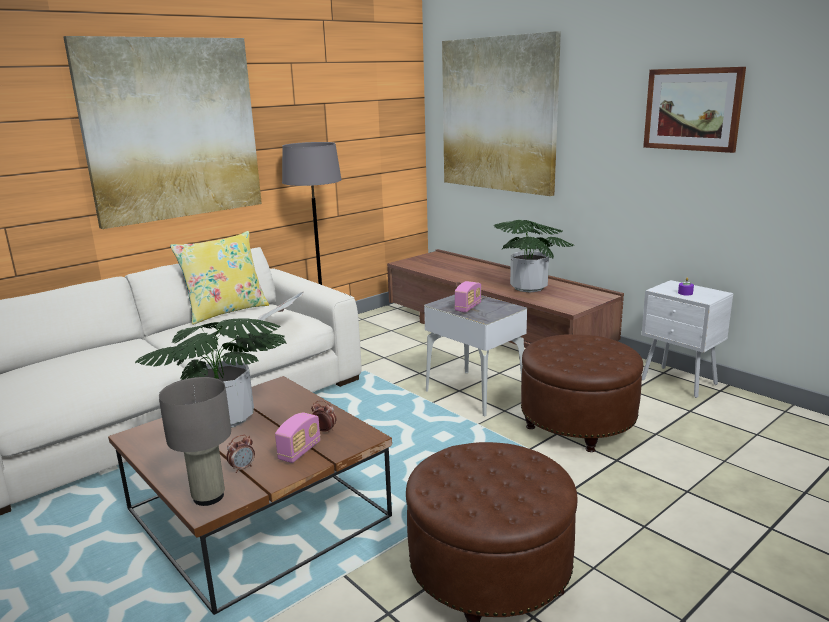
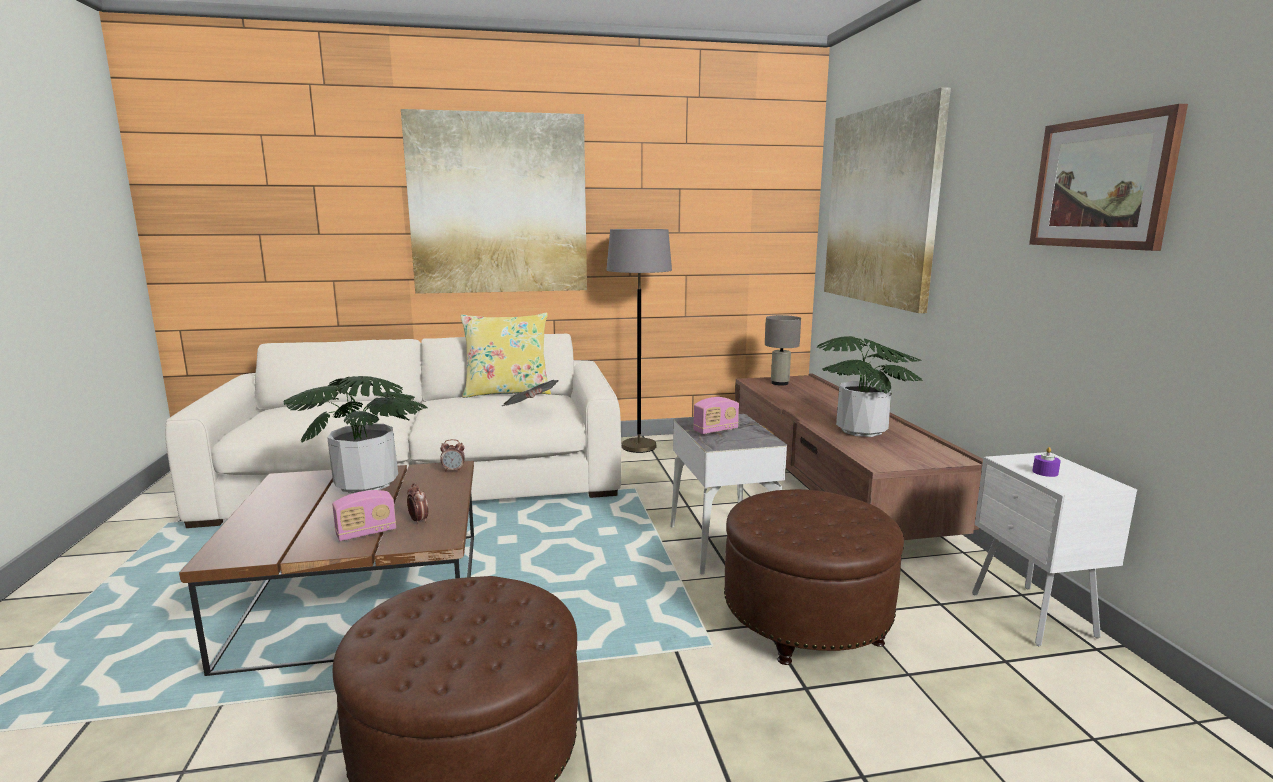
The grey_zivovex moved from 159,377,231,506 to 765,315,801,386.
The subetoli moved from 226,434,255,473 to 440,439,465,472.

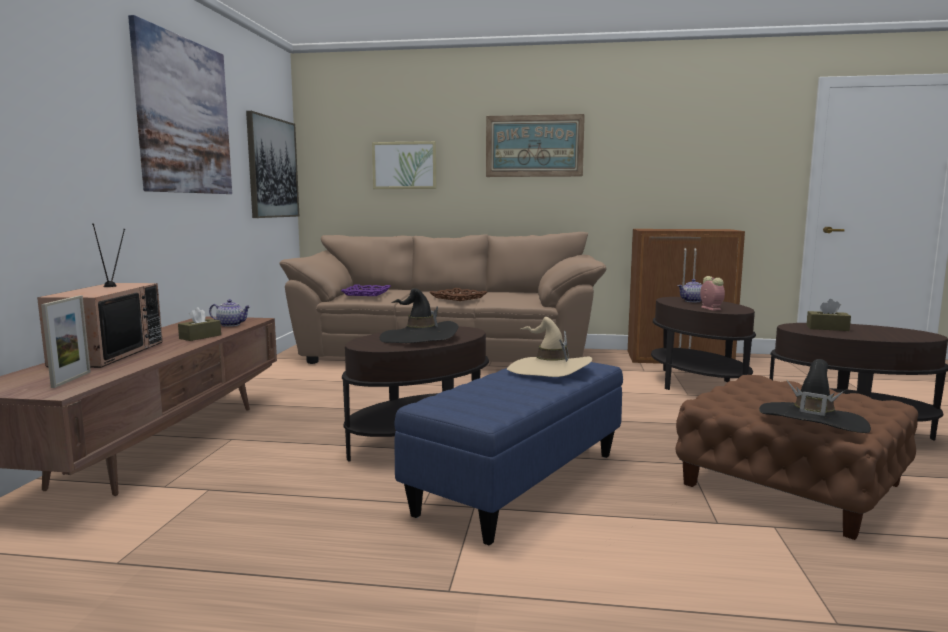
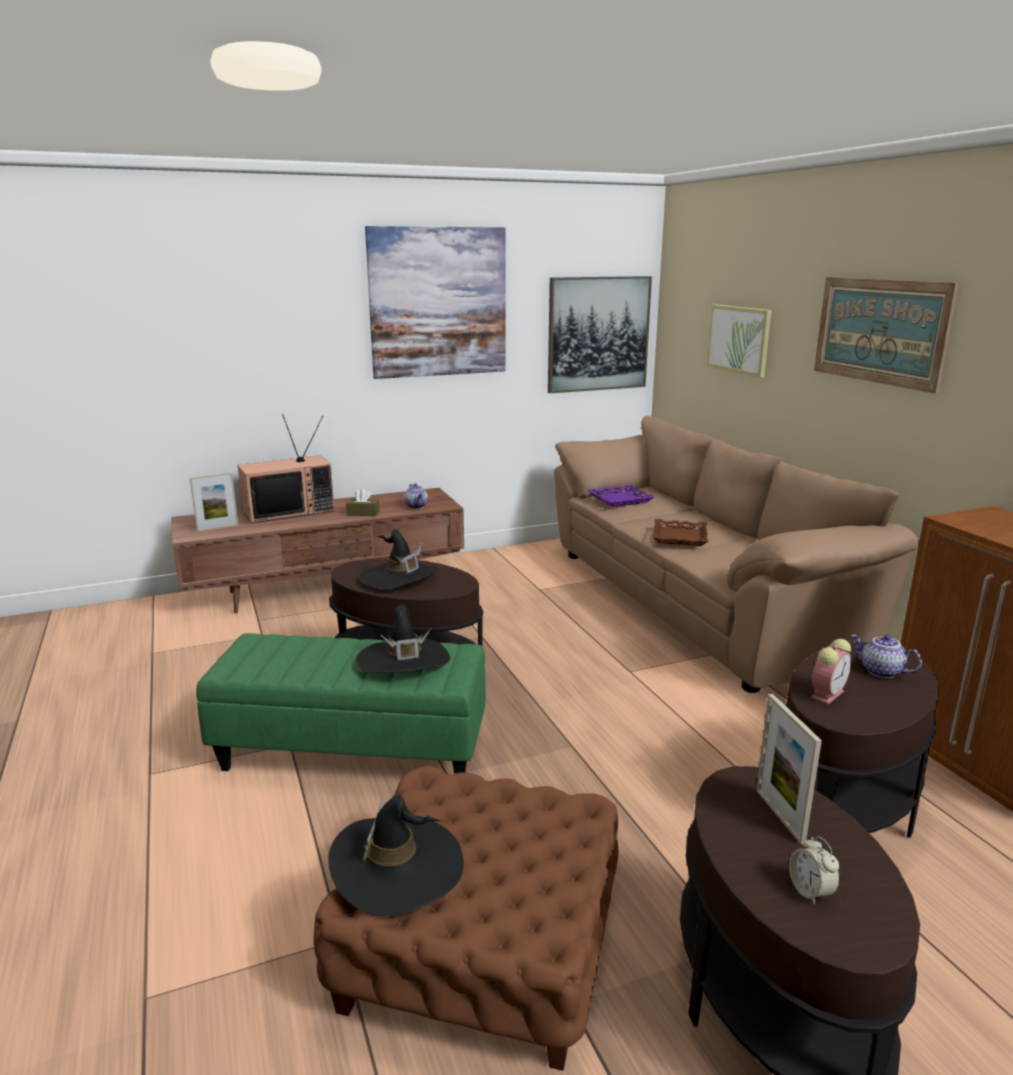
The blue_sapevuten at 394,358,623,545 became the green_sapevuten at 196,633,486,774.
The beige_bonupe at 507,317,592,377 became the black_bonupe at 356,605,450,673.
The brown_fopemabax at 806,299,851,331 was replaced by the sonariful at 756,694,822,844.
The subetoli at 789,836,840,905 appeared.

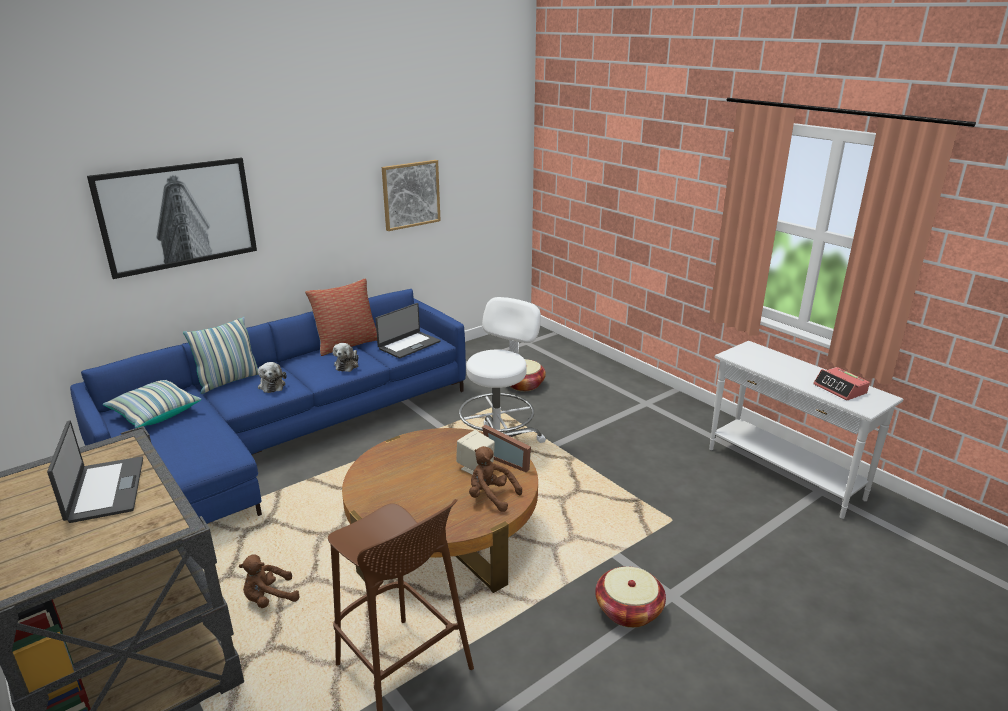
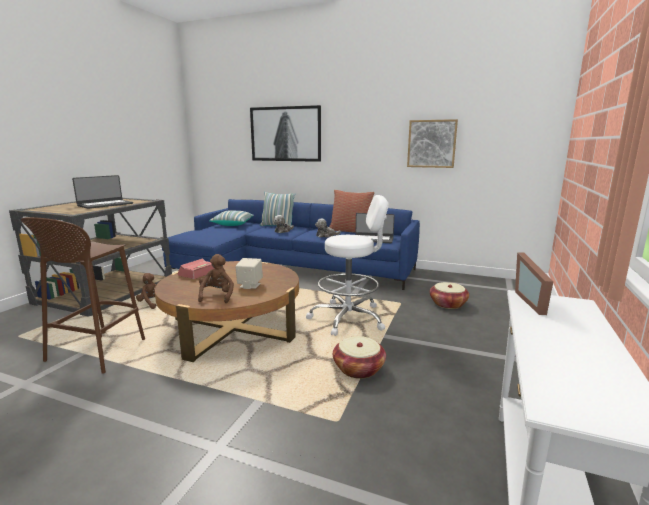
The sonariful moved from 482,424,531,472 to 515,252,553,315.
The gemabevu moved from 595,566,666,628 to 333,336,386,379.
The subetoli moved from 813,367,870,400 to 178,258,214,279.

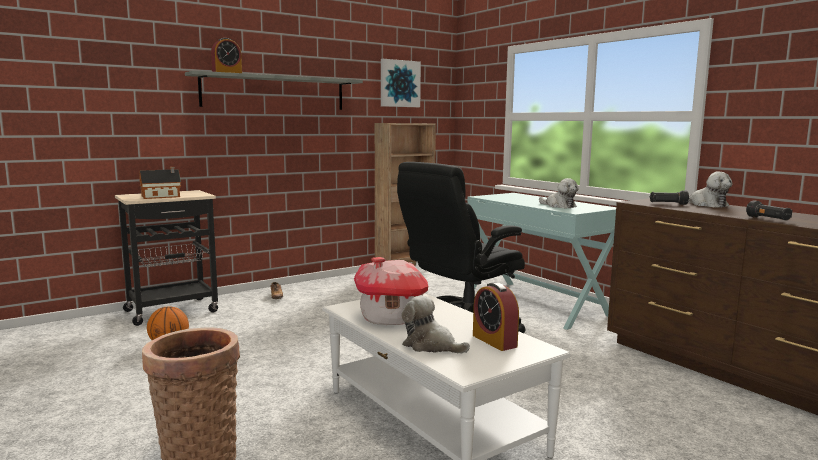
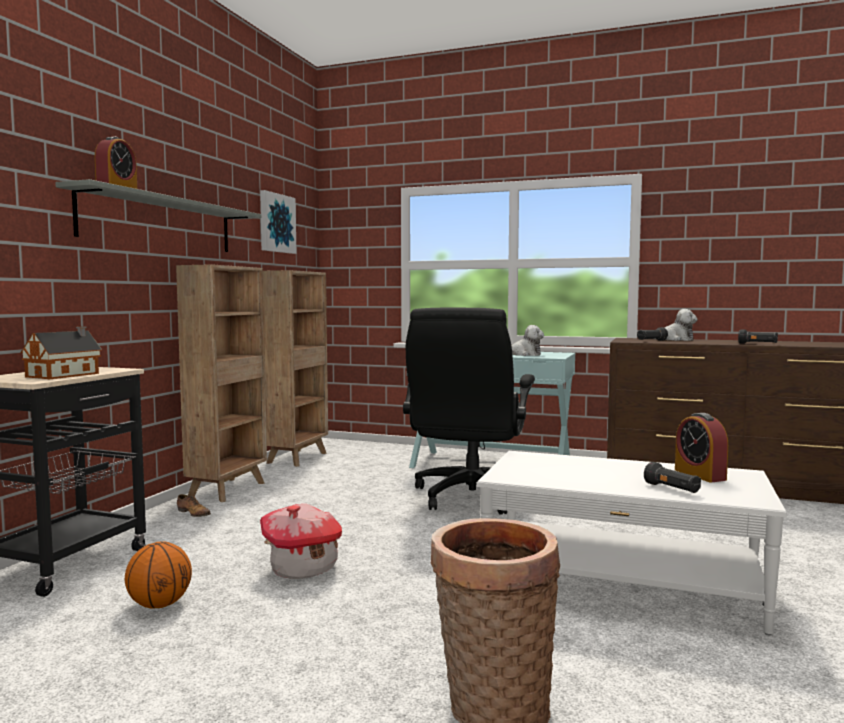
The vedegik moved from 354,257,428,325 to 260,504,342,579.
The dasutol at 402,295,470,353 was replaced by the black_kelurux at 644,462,701,493.
The subetoli at 473,282,519,351 turned 45 degrees clockwise.
The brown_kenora at 176,264,267,502 appeared.

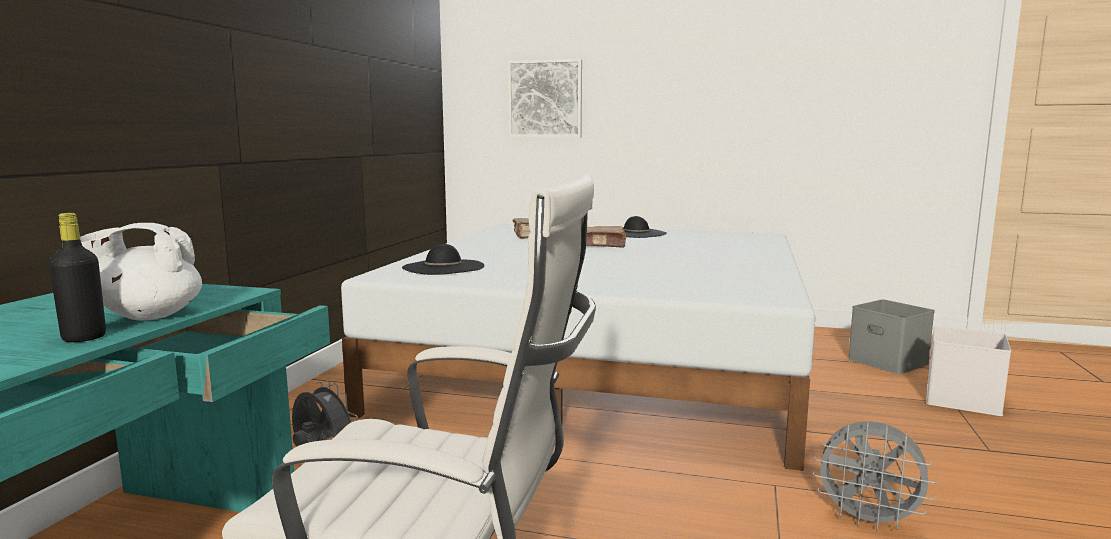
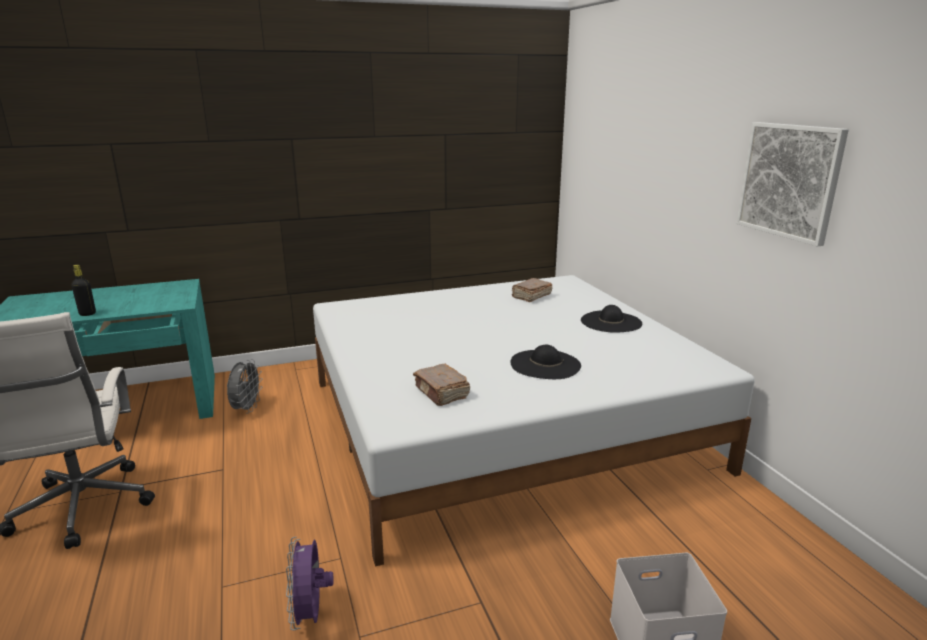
The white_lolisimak at 80,223,202,321 disappeared.
The black_bonupe moved from 402,244,484,275 to 510,345,581,379.
The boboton moved from 508,59,582,137 to 736,122,849,246.
The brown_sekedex moved from 586,226,626,247 to 413,364,470,406.
The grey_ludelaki at 813,421,937,531 became the purple_ludelaki at 286,537,334,630.
The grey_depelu at 848,299,935,374 disappeared.

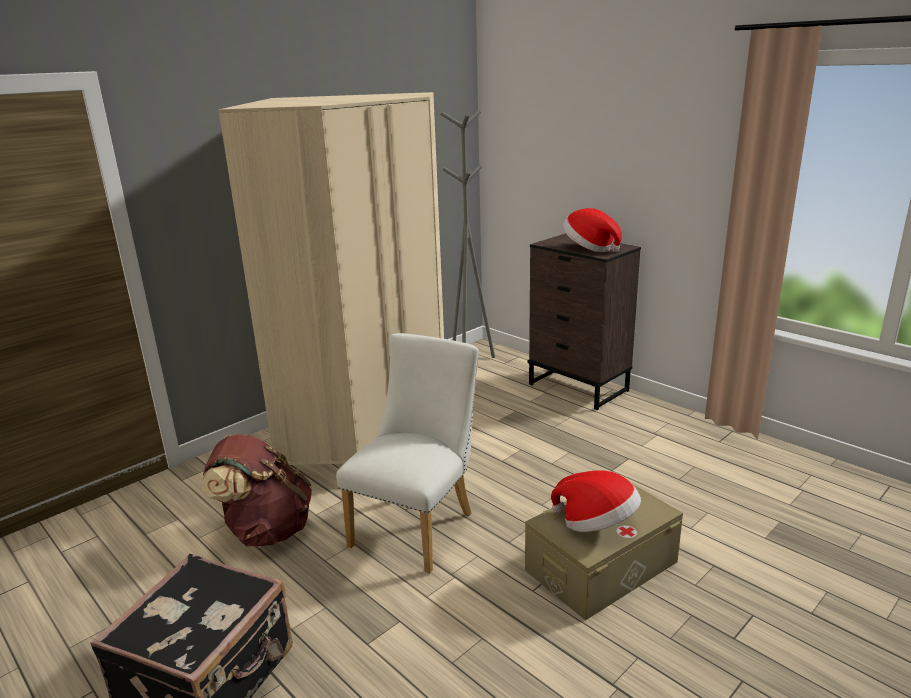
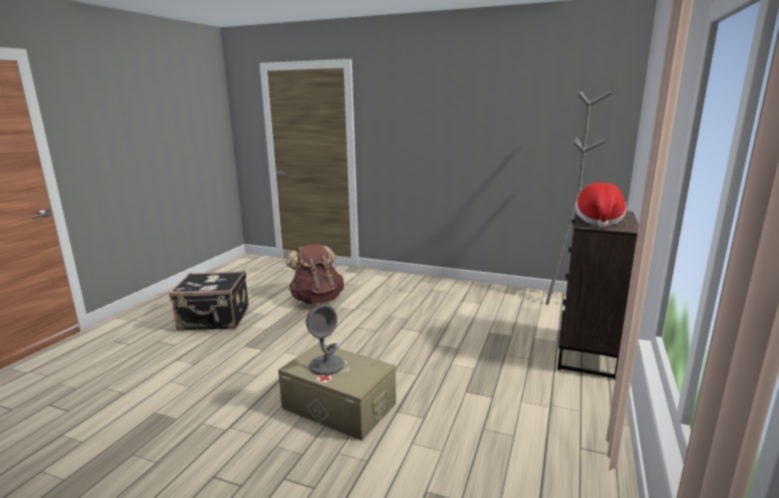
The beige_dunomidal at 219,92,444,465 disappeared.
The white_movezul at 336,333,479,574 disappeared.
The bonupe at 551,470,641,532 was replaced by the grey_zivovex at 306,305,344,375.

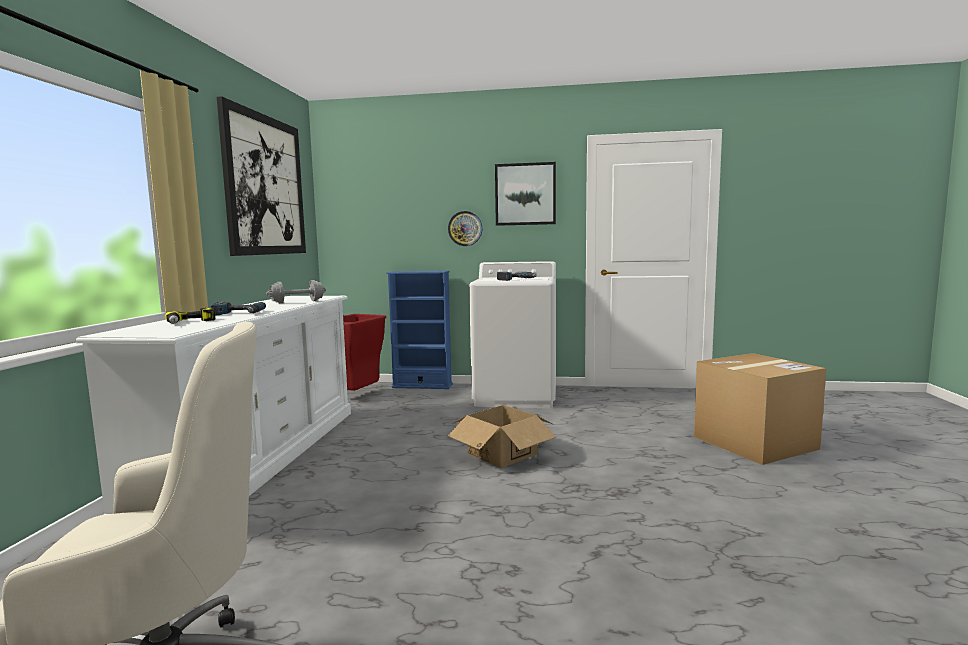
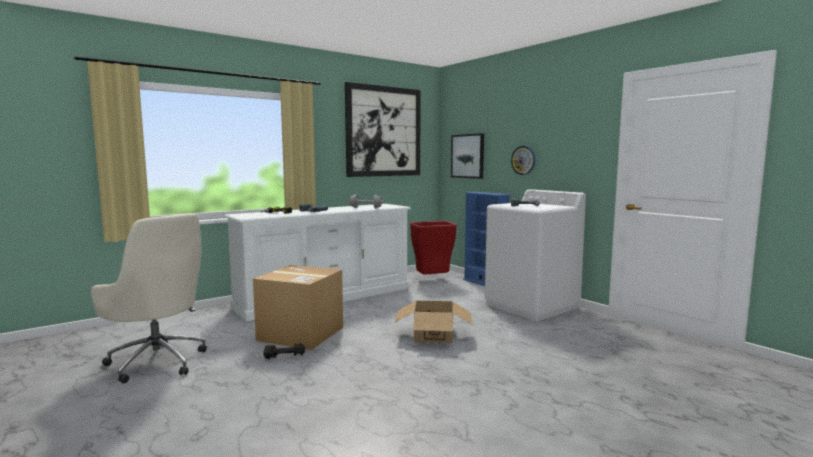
The boboton moved from 495,162,556,226 to 451,133,484,179.
The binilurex moved from 694,353,826,465 to 253,265,343,350.
The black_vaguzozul at 263,343,305,359 appeared.

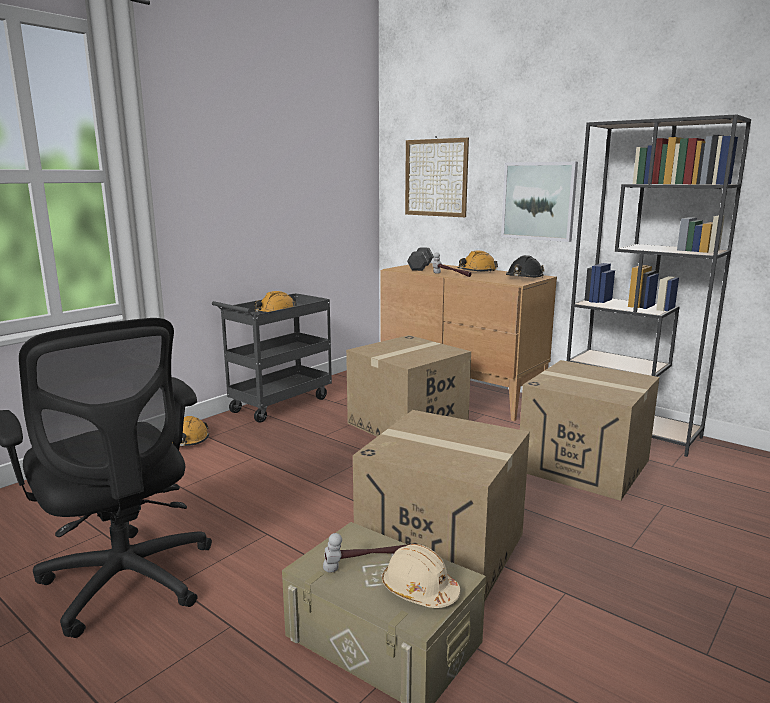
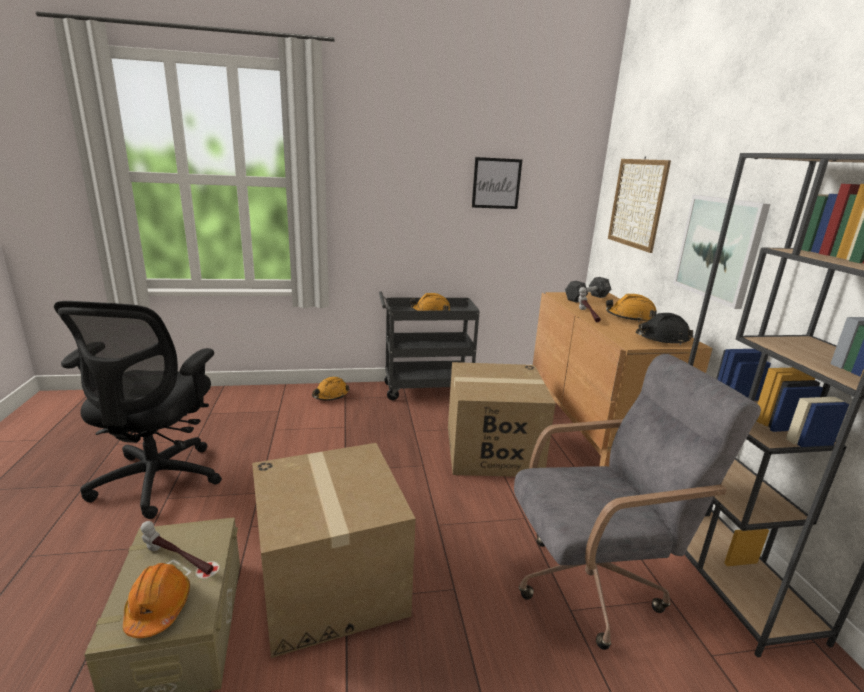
The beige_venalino at 382,544,461,608 became the orange_venalino at 123,563,190,638.
The binilurex at 520,360,659,501 was replaced by the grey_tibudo at 514,354,761,650.
The boboton at 472,157,522,209 appeared.

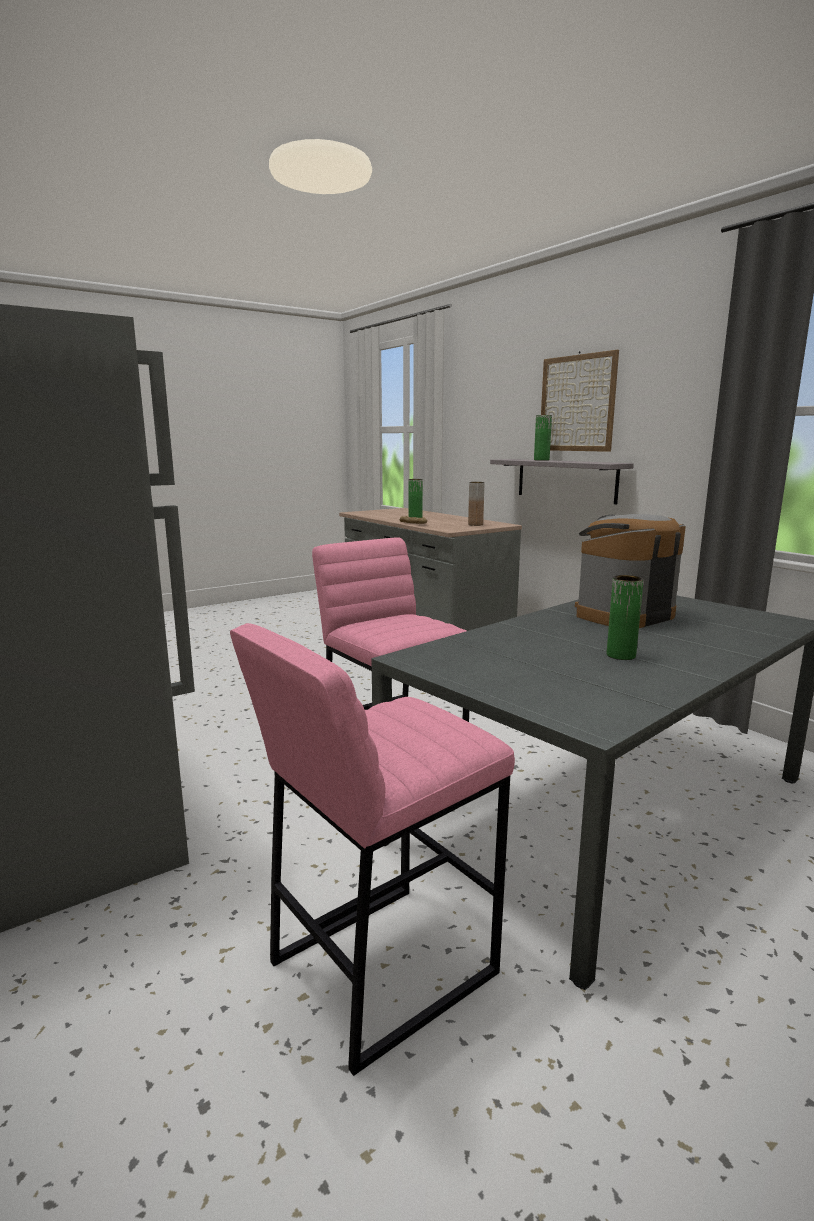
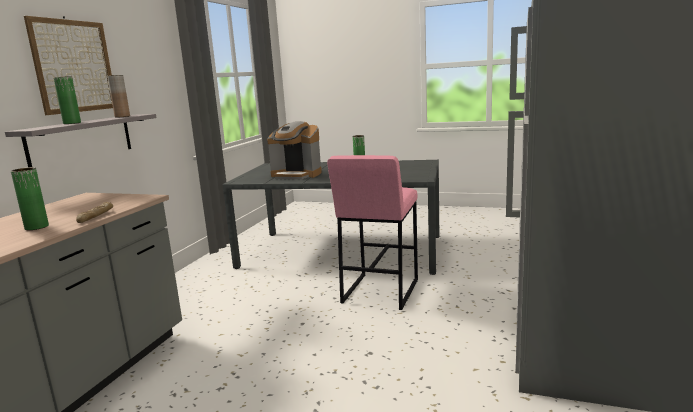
The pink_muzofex at 230,623,515,1076 disappeared.
The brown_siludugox moved from 468,482,484,526 to 107,75,130,118.

